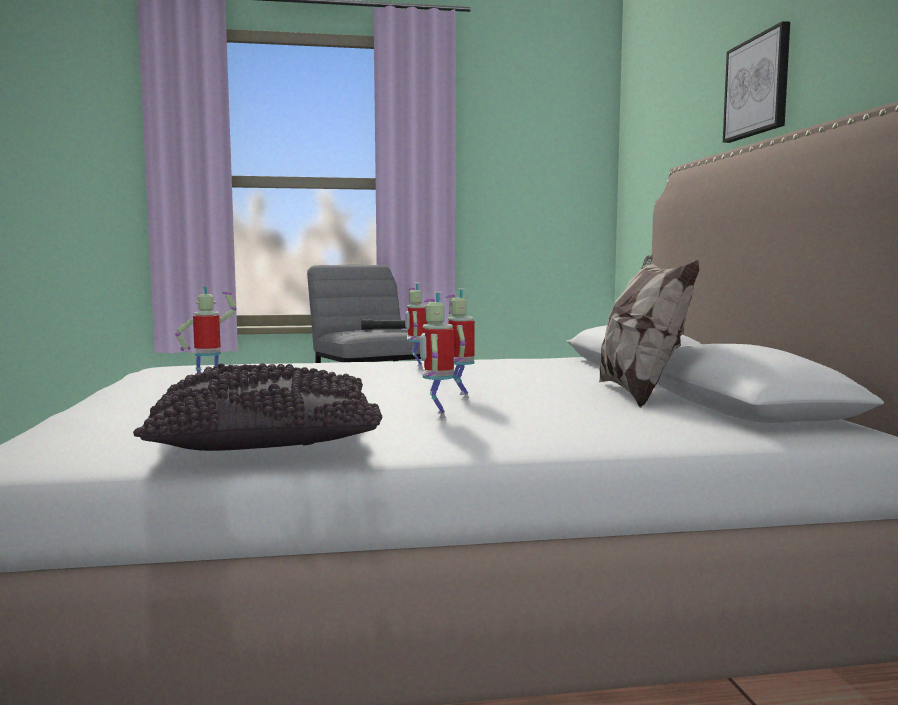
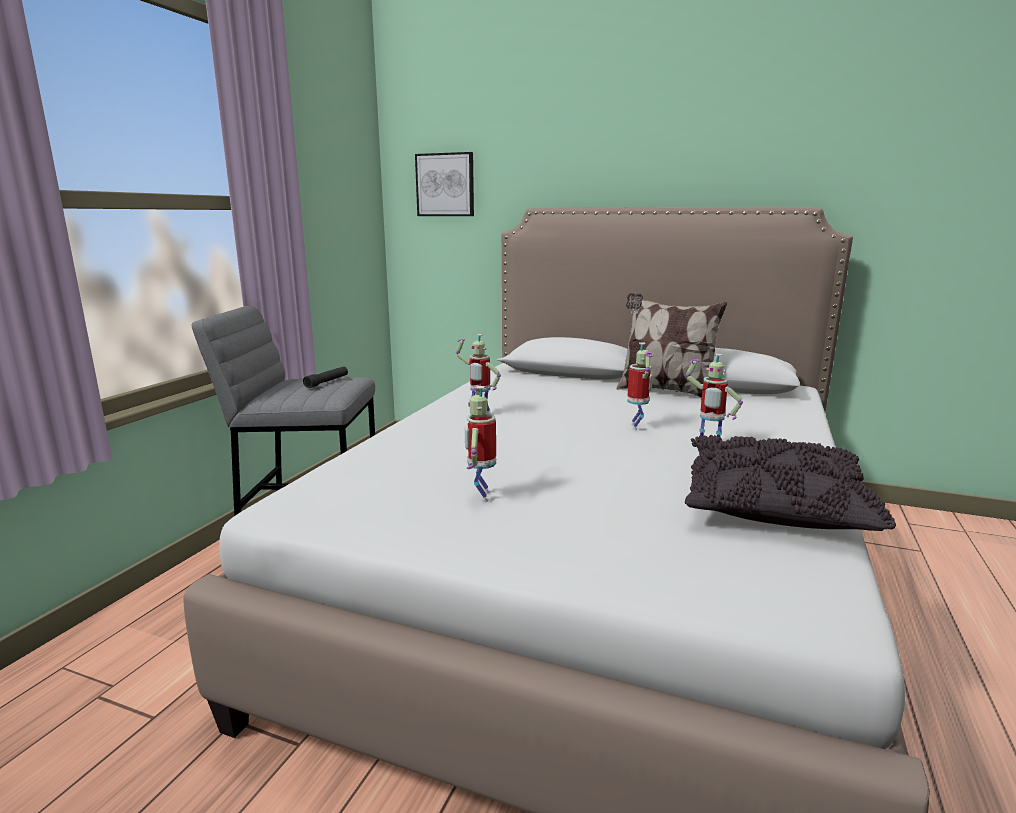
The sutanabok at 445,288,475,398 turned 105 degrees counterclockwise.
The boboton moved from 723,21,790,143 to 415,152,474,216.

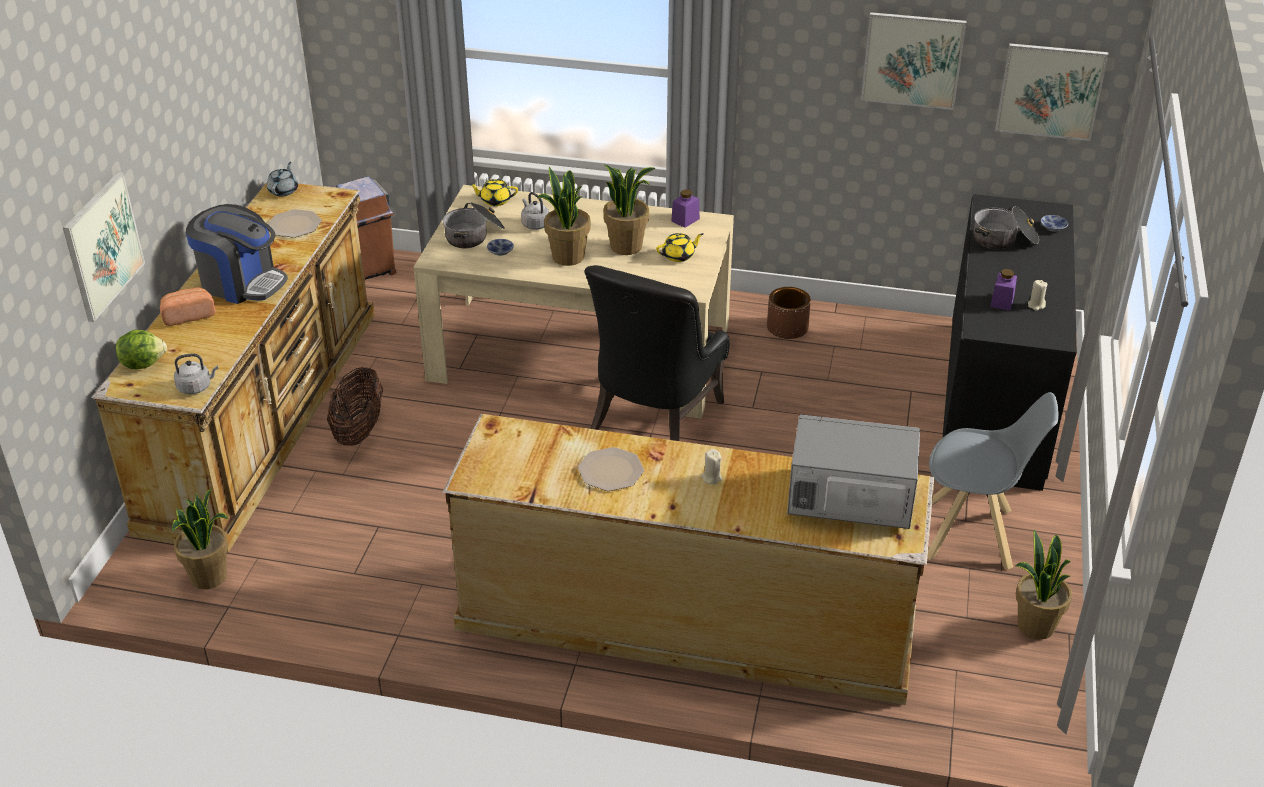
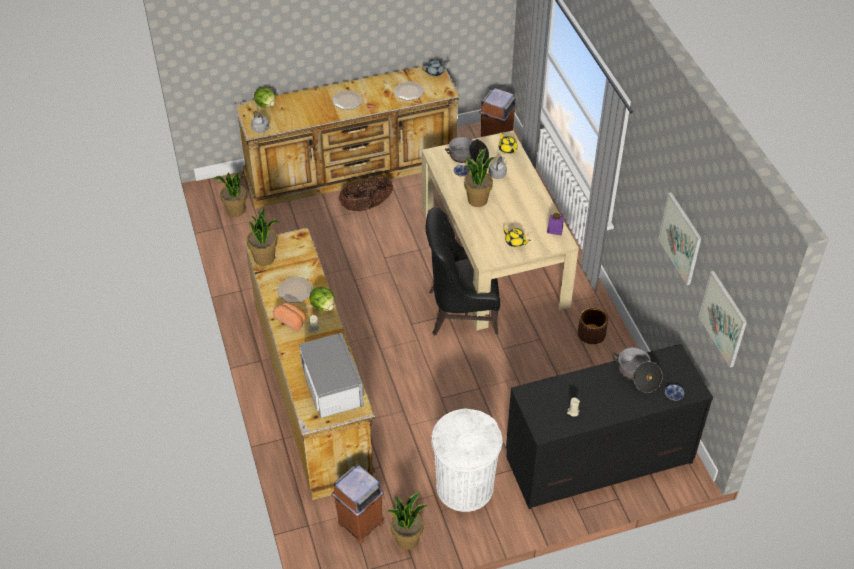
The boboton at 63,172,145,322 disappeared.
The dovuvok moved from 160,287,216,326 to 273,302,306,331.
The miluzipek at 186,204,288,304 was replaced by the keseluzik at 332,90,362,110.
The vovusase moved from 603,164,655,255 to 247,207,280,266.
The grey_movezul at 927,392,1059,570 was replaced by the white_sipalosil at 431,408,503,512.
The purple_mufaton at 990,269,1017,311 disappeared.
The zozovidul at 310,287,335,311 appeared.
The brown_sipalosil at 332,465,384,544 appeared.

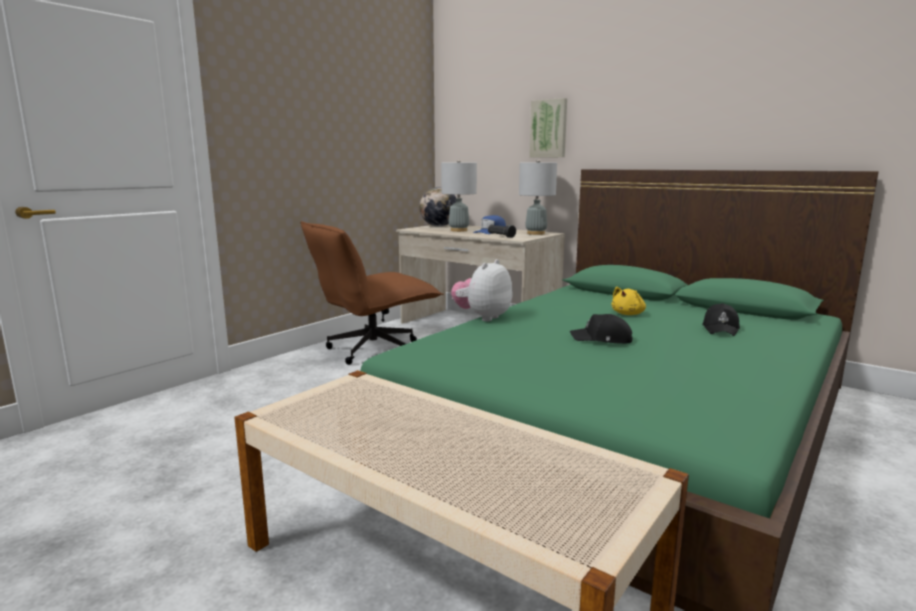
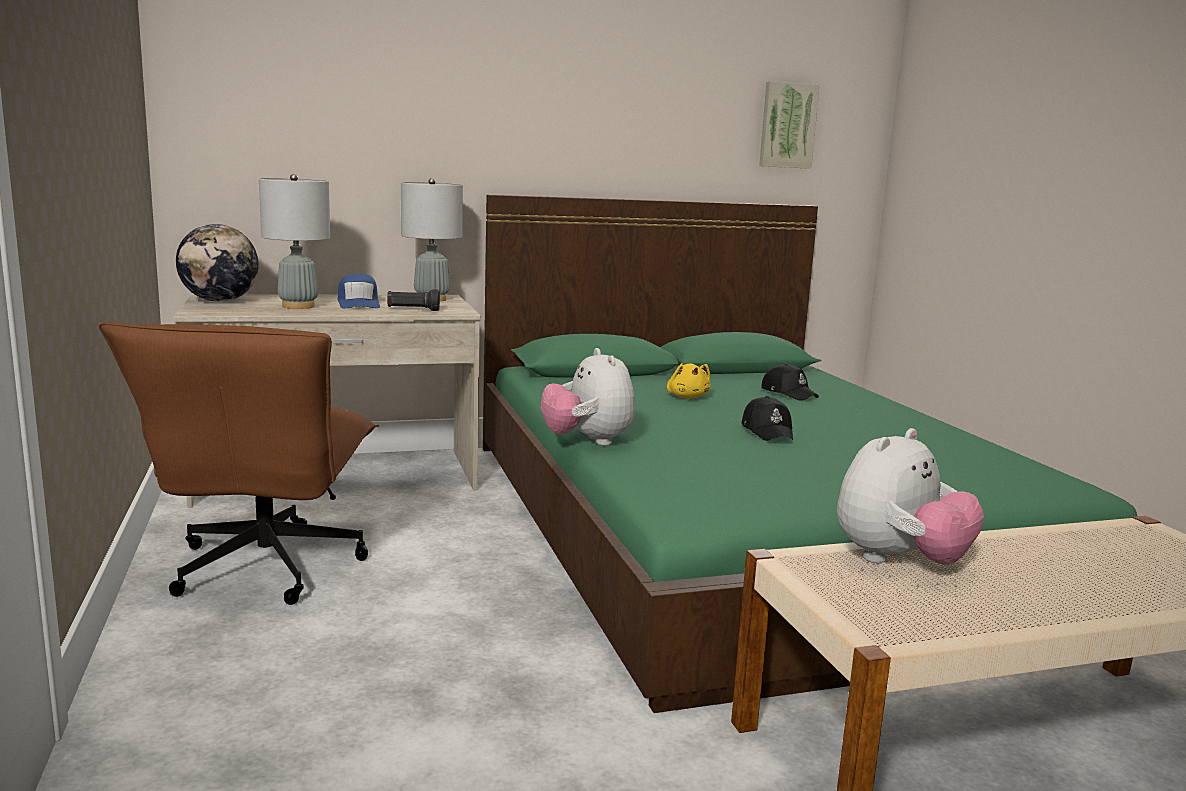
The boboton moved from 529,98,567,158 to 759,81,820,169.
The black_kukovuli at 570,314,633,344 turned 60 degrees counterclockwise.
The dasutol at 837,428,984,565 appeared.

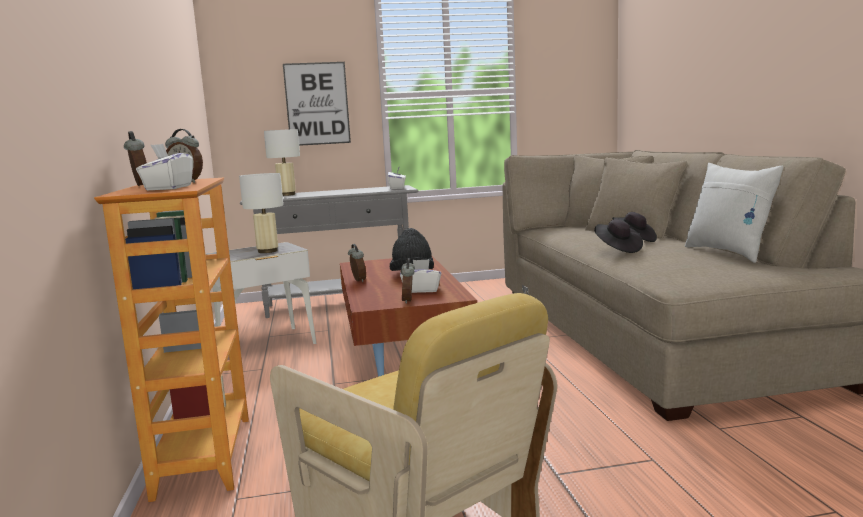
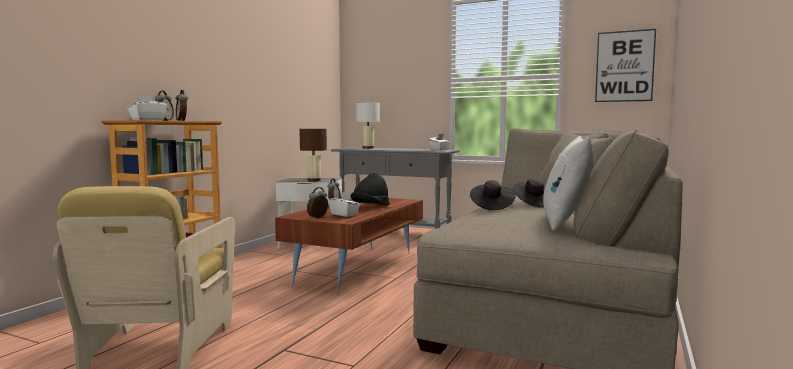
The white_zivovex at 239,173,283,253 became the brown_zivovex at 300,129,327,181.
The boboton moved from 283,62,351,146 to 595,29,656,102.

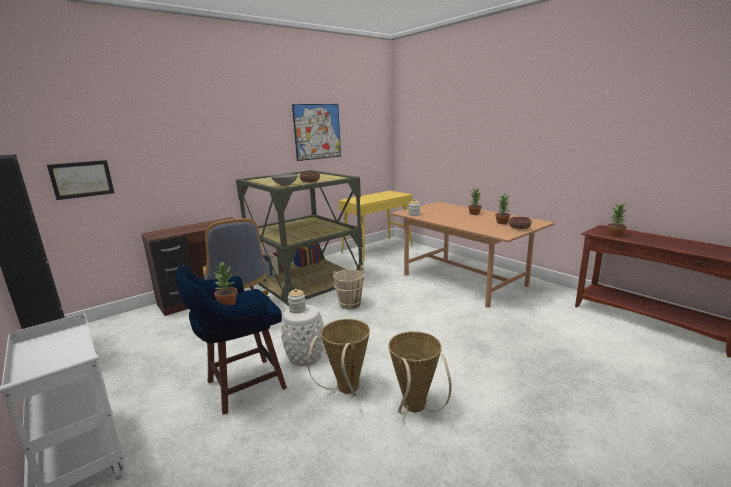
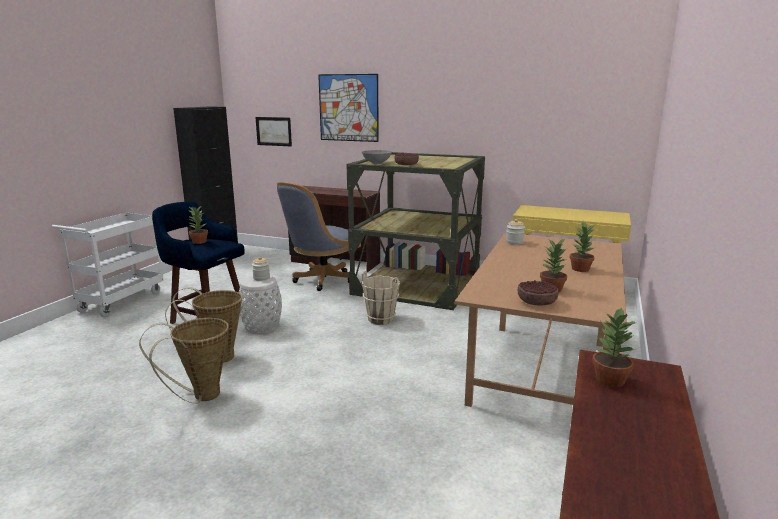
The boboton moved from 292,104,341,161 to 318,74,379,142.

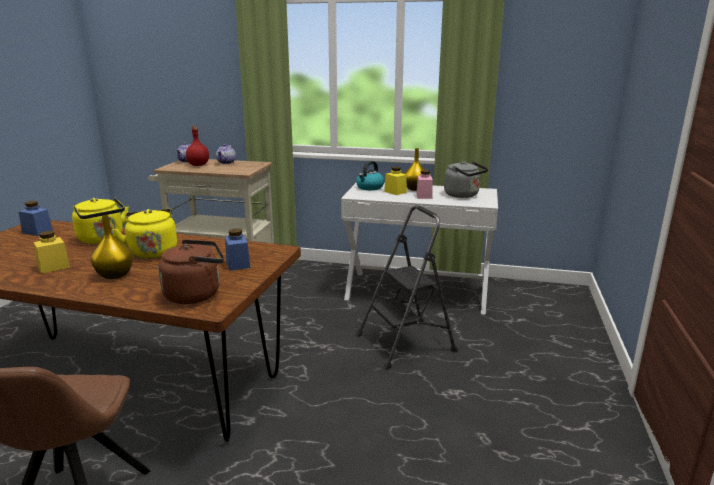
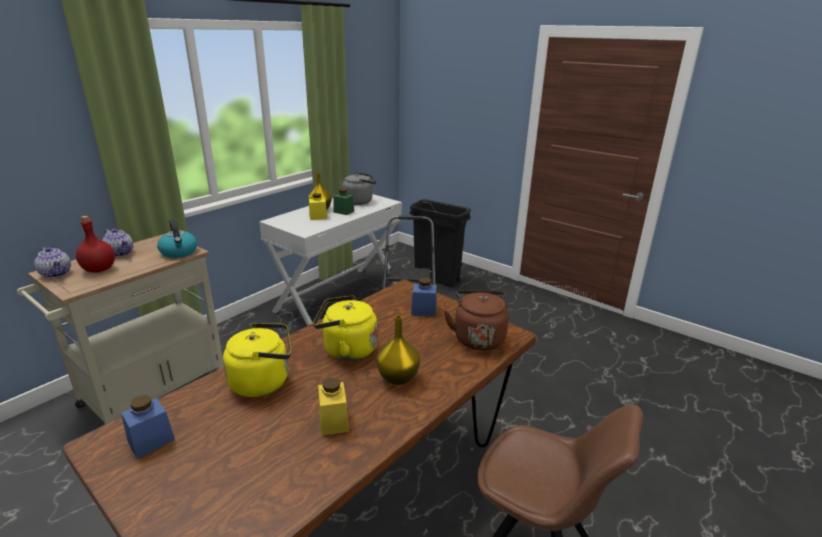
The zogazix moved from 356,161,384,190 to 157,219,197,258.
The pink_mufaton at 416,170,433,199 became the green_mufaton at 333,189,354,215.
The black_sipalosil at 409,199,471,288 appeared.

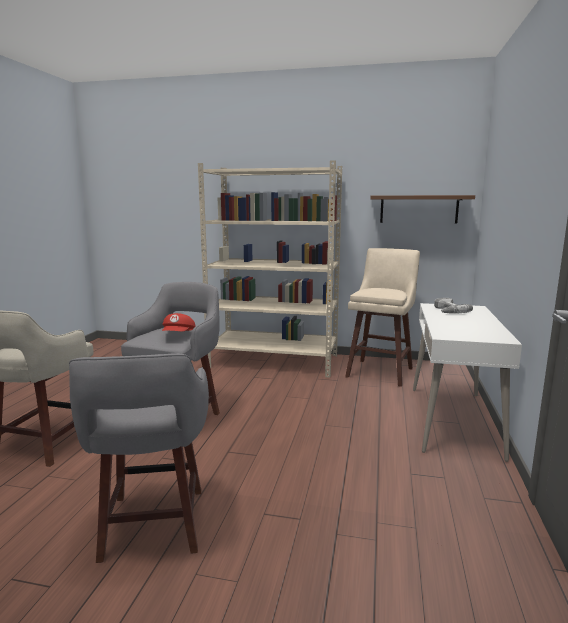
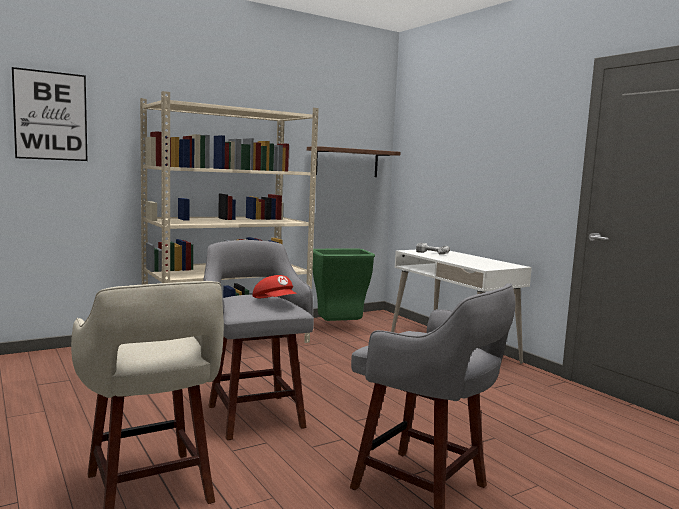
The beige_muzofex at 345,248,420,387 was replaced by the green_sipalosil at 312,249,375,321.
The boboton at 12,67,87,161 appeared.

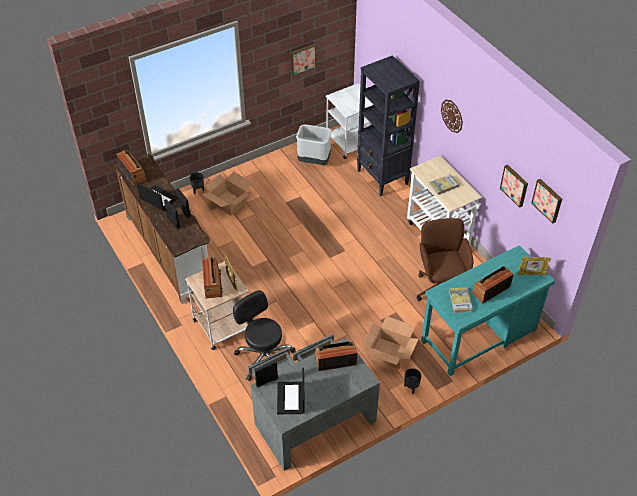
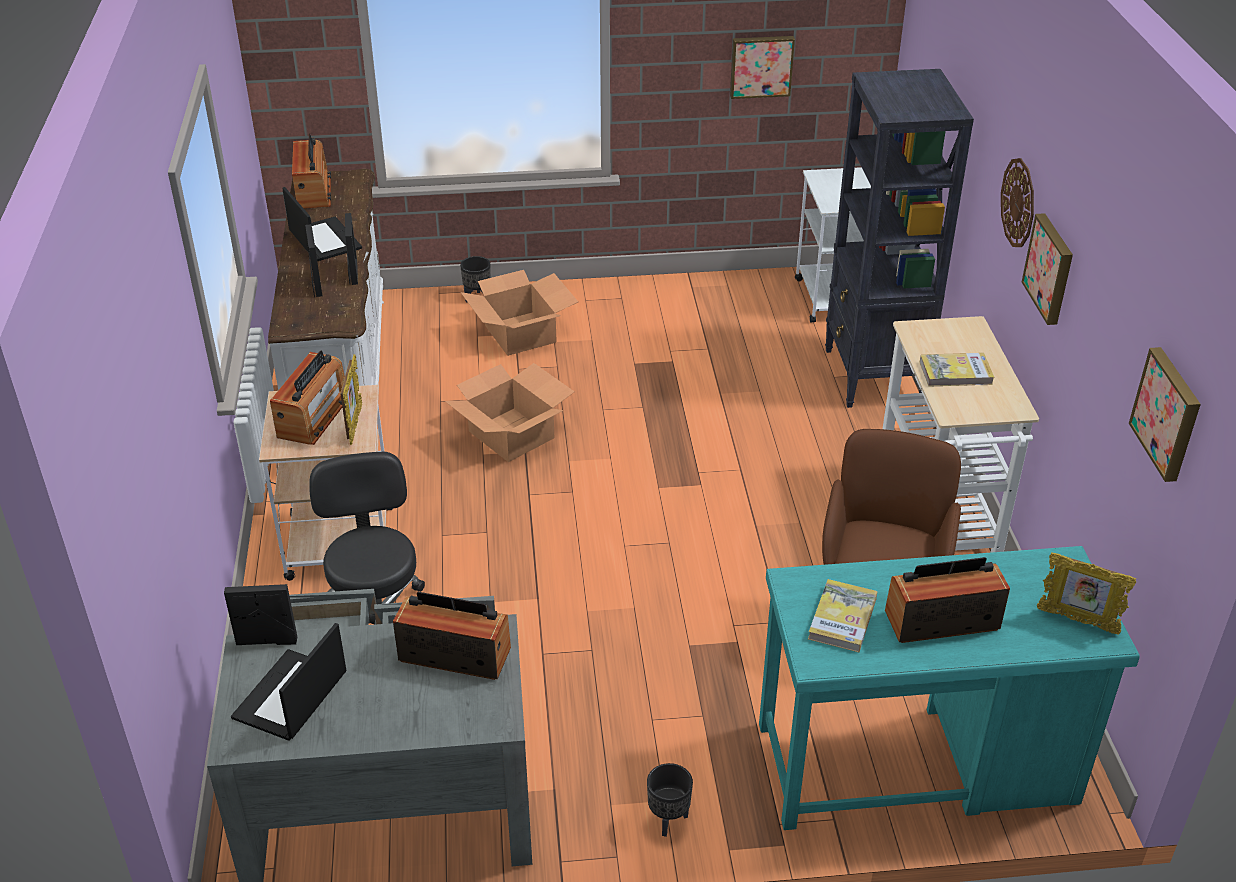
The grey_sipalosil at 296,125,332,165 disappeared.
The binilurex moved from 364,316,419,369 to 445,363,575,462.
The boboton moved from 500,165,528,208 to 1022,213,1073,325.

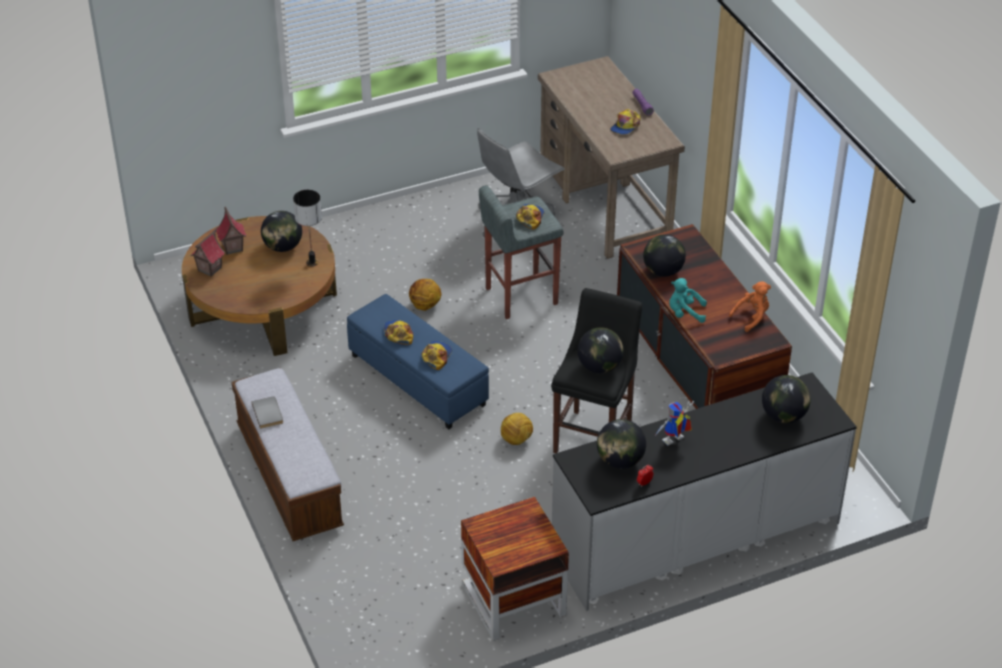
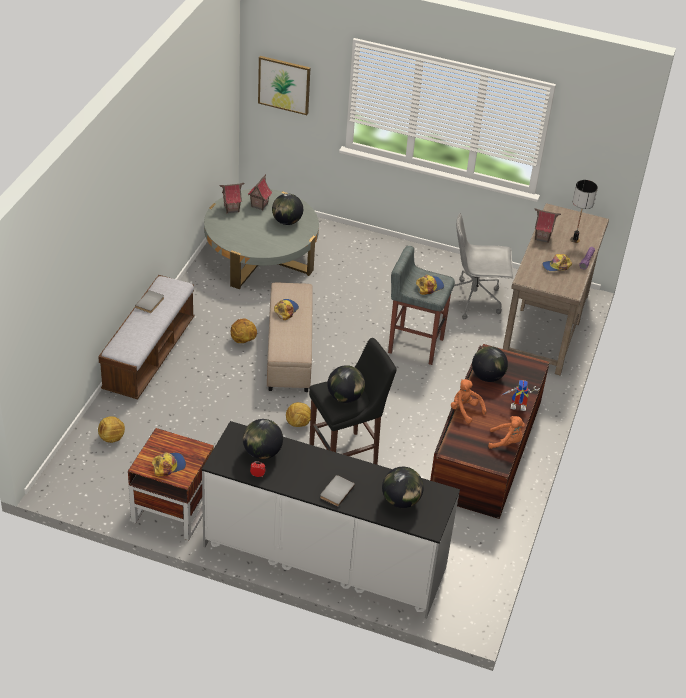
The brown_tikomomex at 182,216,337,356 became the grey_tikomomex at 204,189,319,289.
The zivovex moved from 293,190,322,267 to 570,180,598,243.
The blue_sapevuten at 347,294,489,429 became the beige_sapevuten at 267,283,313,392.
The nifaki moved from 409,279,441,311 to 231,319,257,343.
The kukovuli moved from 422,341,452,370 to 152,452,186,477.
The sutanabok moved from 654,401,694,445 to 502,380,540,411.
The turquoise_dasutol at 669,278,707,323 became the orange_dasutol at 451,379,486,423.
The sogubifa at 98,416,125,443 appeared.
The boboton at 258,56,310,115 appeared.
The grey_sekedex at 320,475,355,507 appeared.
The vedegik at 535,208,561,243 appeared.

